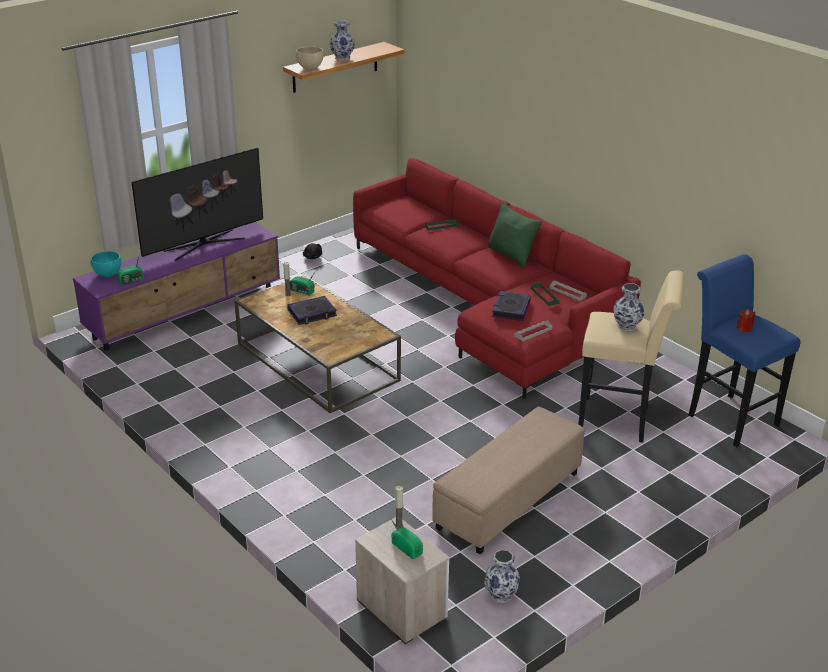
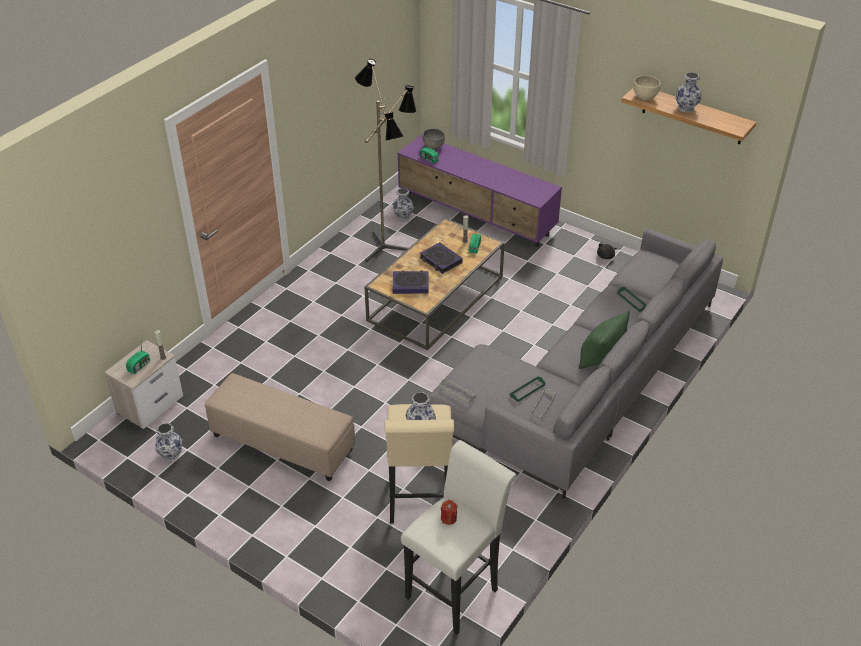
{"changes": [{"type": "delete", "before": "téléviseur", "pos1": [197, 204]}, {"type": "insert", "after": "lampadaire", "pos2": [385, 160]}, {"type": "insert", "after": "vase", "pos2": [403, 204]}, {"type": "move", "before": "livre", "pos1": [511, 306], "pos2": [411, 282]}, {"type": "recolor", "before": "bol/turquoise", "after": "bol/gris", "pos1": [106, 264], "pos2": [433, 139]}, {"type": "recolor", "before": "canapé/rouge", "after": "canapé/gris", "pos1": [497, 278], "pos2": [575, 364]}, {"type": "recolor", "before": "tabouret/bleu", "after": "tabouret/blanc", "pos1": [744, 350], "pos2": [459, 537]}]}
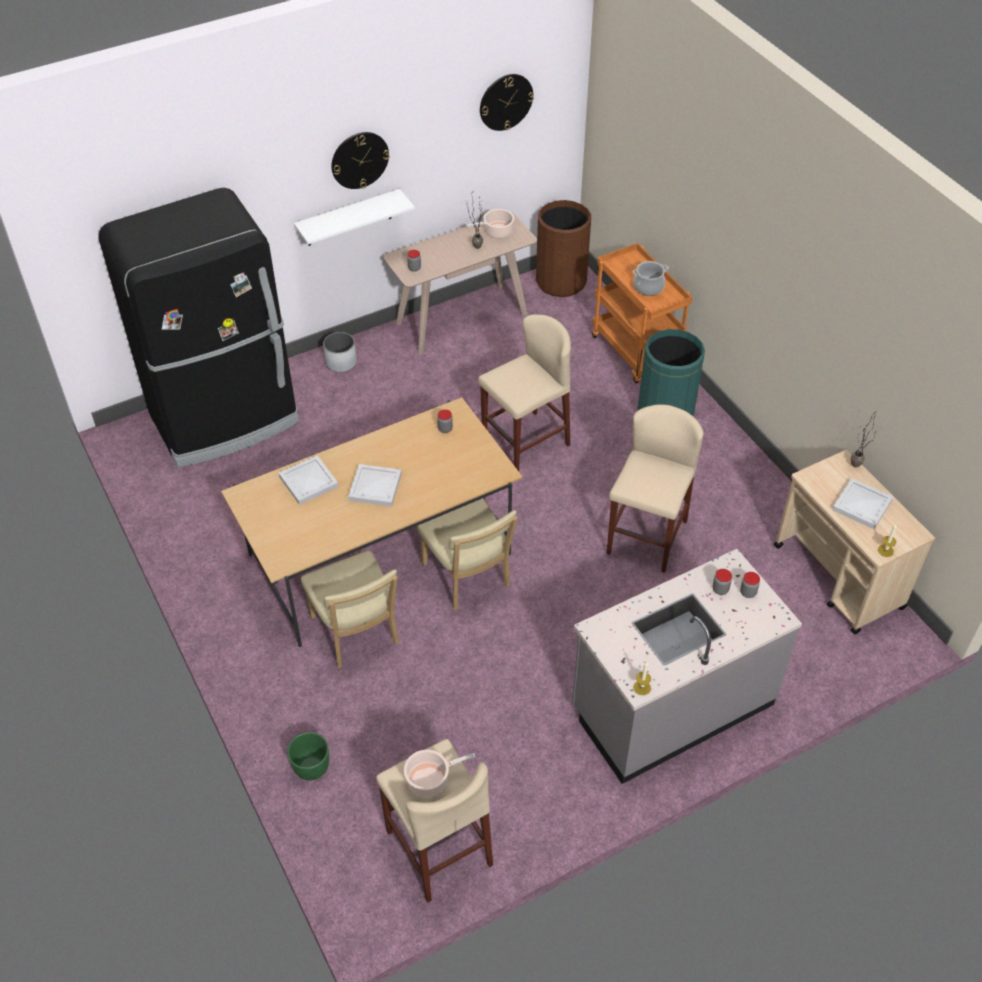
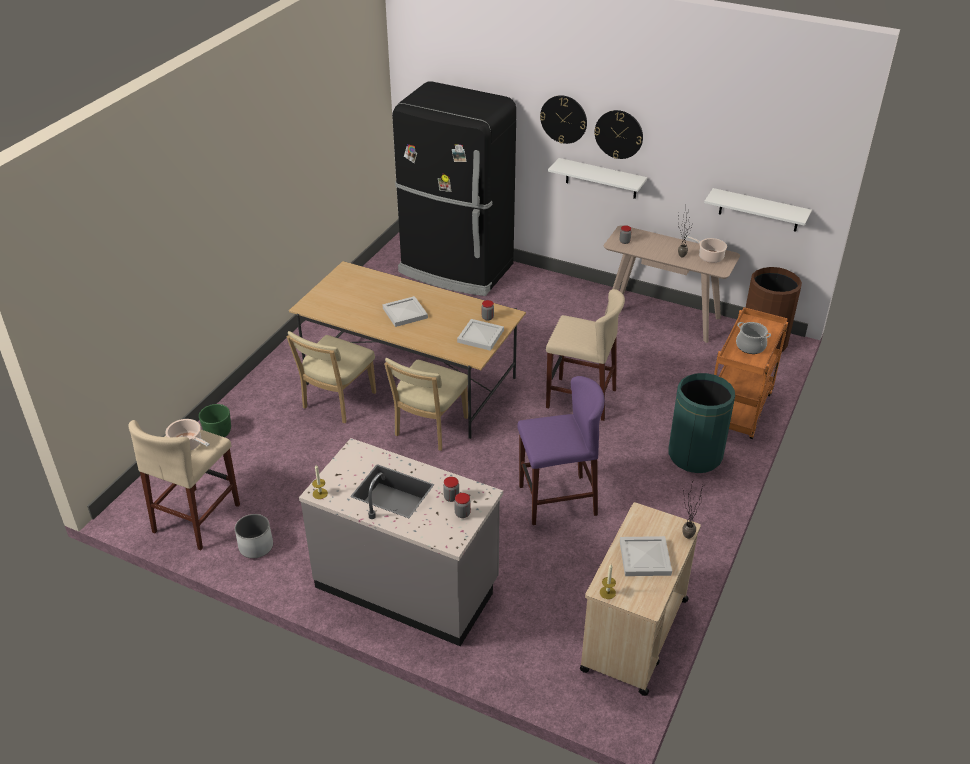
{"changes": [{"type": "insert", "after": "étagère/blanc", "pos2": [758, 210]}, {"type": "move", "before": "plateau/blanc", "pos1": [309, 480], "pos2": [480, 335]}, {"type": "move", "before": "cache-pot/blanc", "pos1": [340, 352], "pos2": [254, 536]}, {"type": "move", "before": "horloge murale", "pos1": [507, 102], "pos2": [563, 119]}, {"type": "recolor", "before": "tabouret/beige", "after": "tabouret/violet", "pos1": [655, 488], "pos2": [561, 450]}]}
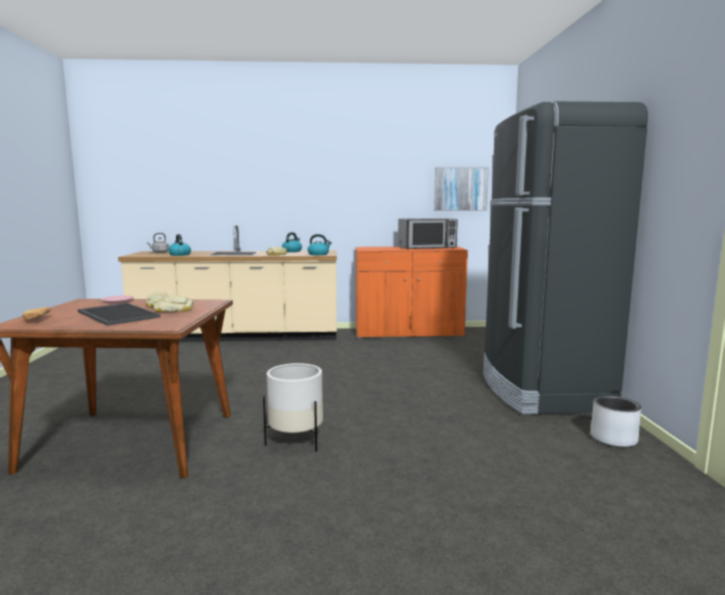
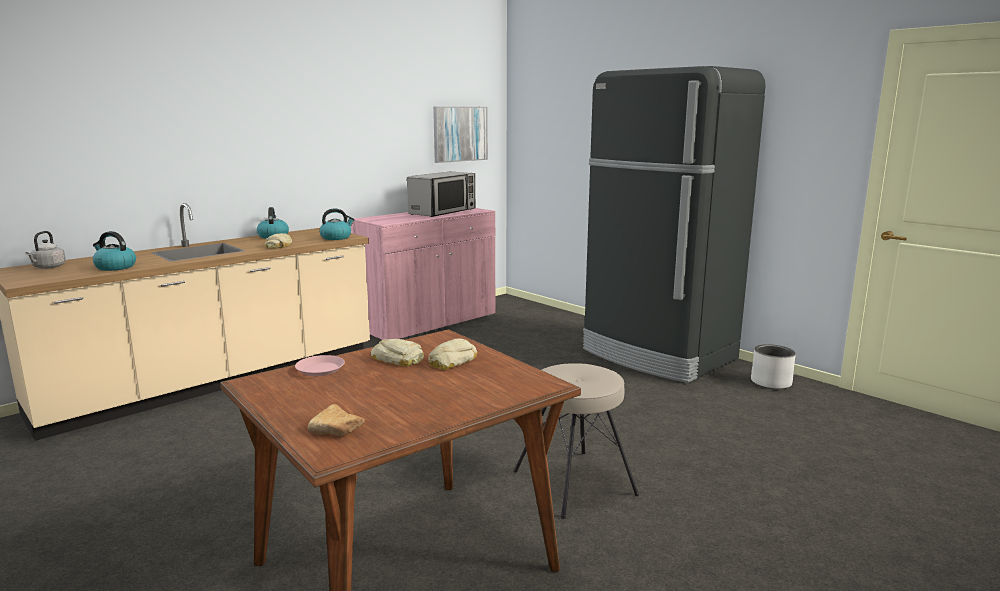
{"changes": [{"type": "delete", "before": "plateau", "pos1": [119, 314]}, {"type": "replace", "before": "cache-pot/blanc", "after": "tabouret/beige", "pos1": [293, 407], "pos2": [576, 441]}, {"type": "recolor", "before": "meuble de rangement/orange", "after": "meuble de rangement/rose", "pos1": [412, 292], "pos2": [423, 274]}]}
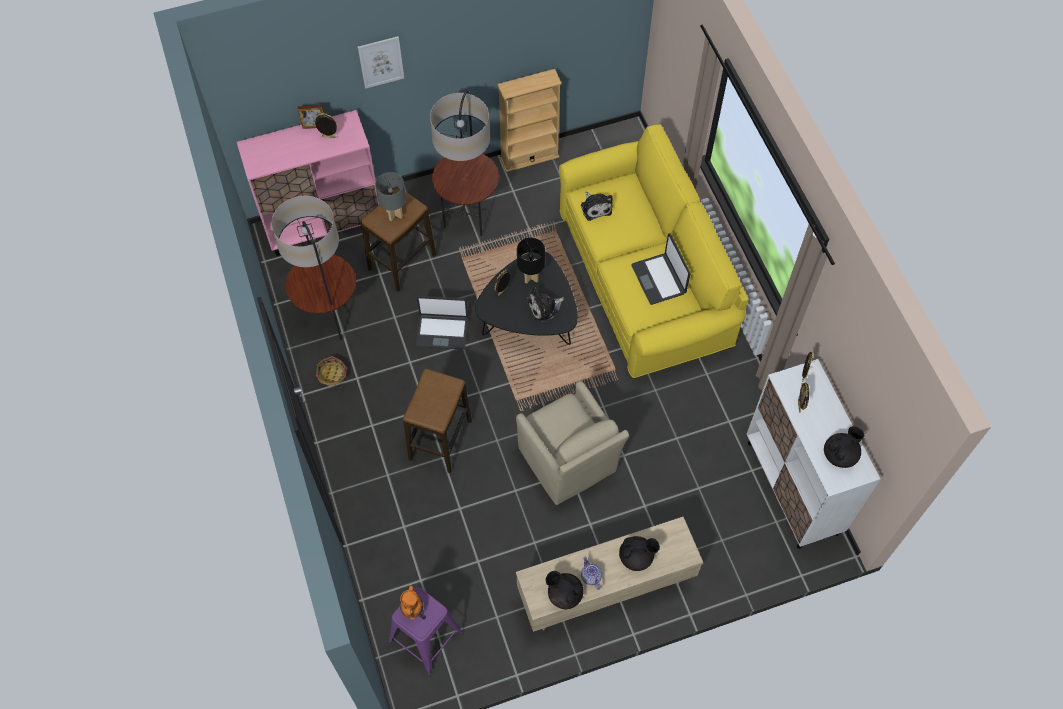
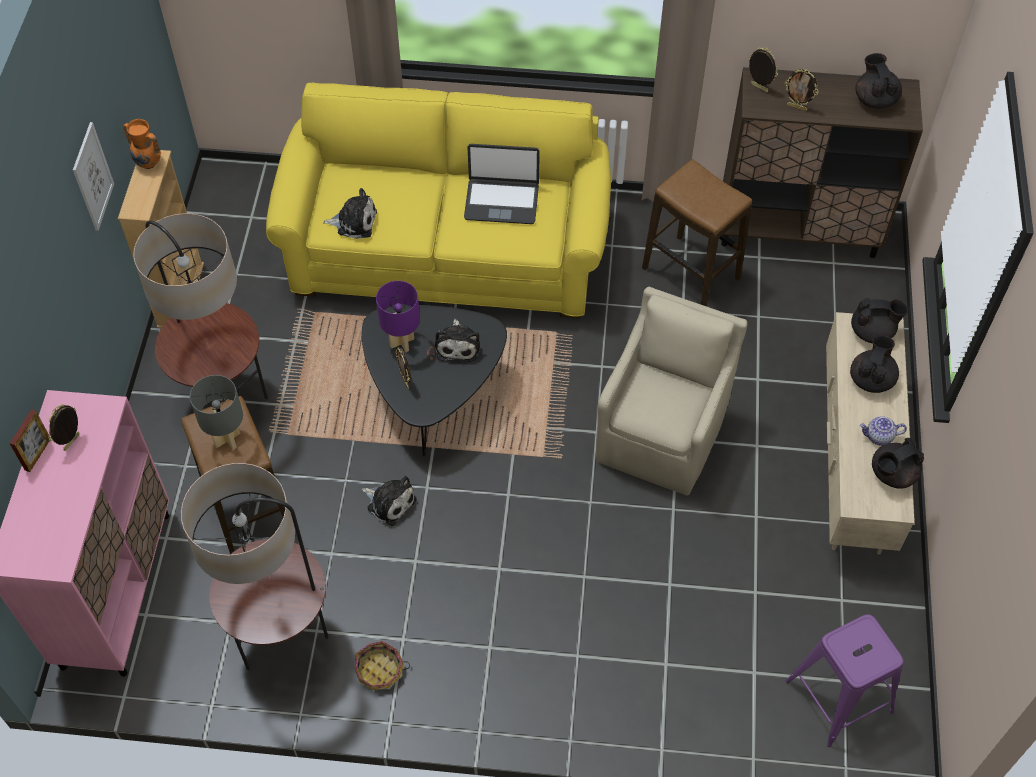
{"changes": [{"type": "insert", "after": "théière/noir", "pos2": [879, 320]}, {"type": "move", "before": "tableau", "pos1": [381, 62], "pos2": [93, 176]}, {"type": "move", "before": "vase/orange", "pos1": [411, 602], "pos2": [142, 144]}, {"type": "move", "before": "tabouret", "pos1": [437, 421], "pos2": [697, 232]}, {"type": "replace", "before": "ordinateur portable", "after": "peluche", "pos1": [442, 322], "pos2": [389, 501]}, {"type": "recolor", "before": "lampe de table/noir", "after": "lampe de table/violet", "pos1": [531, 261], "pos2": [398, 316]}, {"type": "recolor", "before": "meuble de rangement/blanc", "after": "meuble de rangement/marron", "pos1": [813, 454], "pos2": [822, 162]}, {"type": "rotate", "before": "fauteuil/beige", "pos1": [572, 443], "pos2": [671, 391], "turn": -60}]}
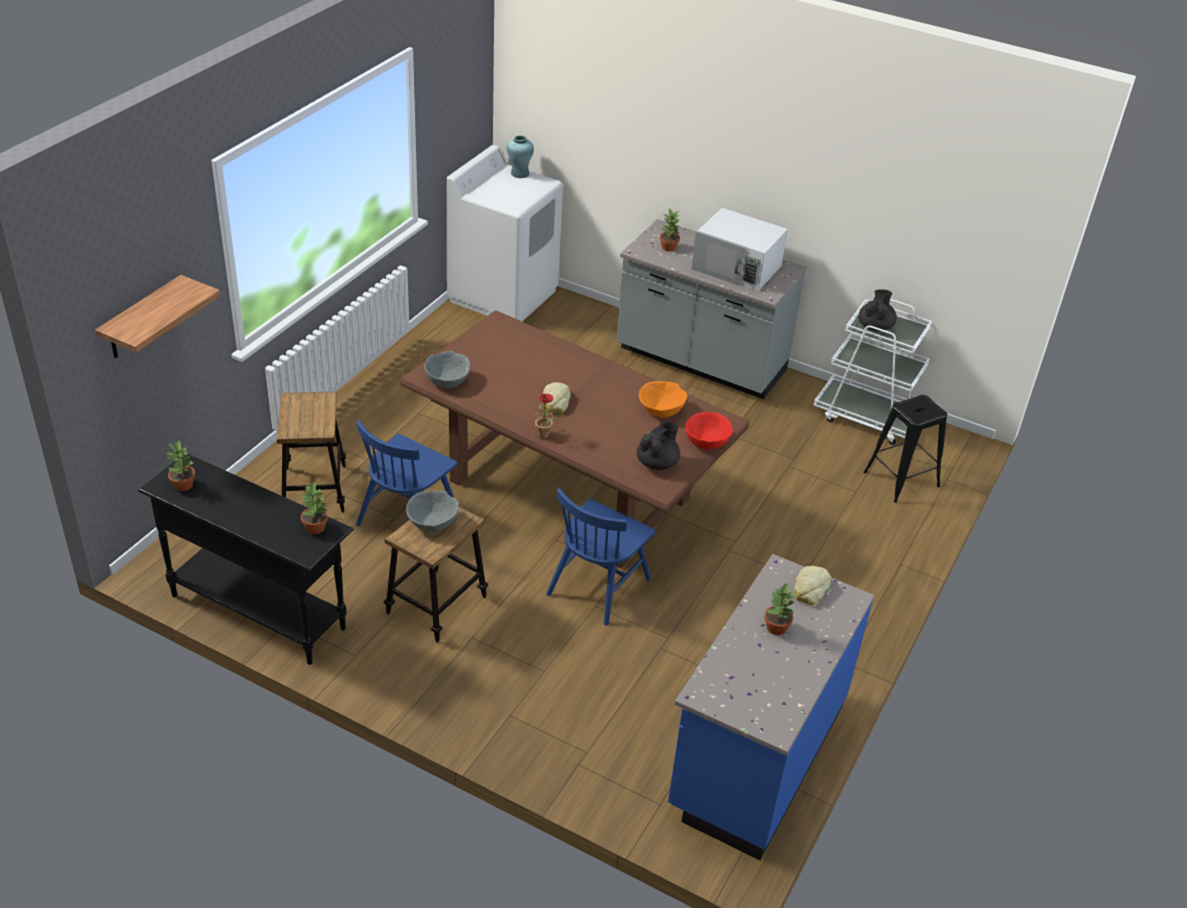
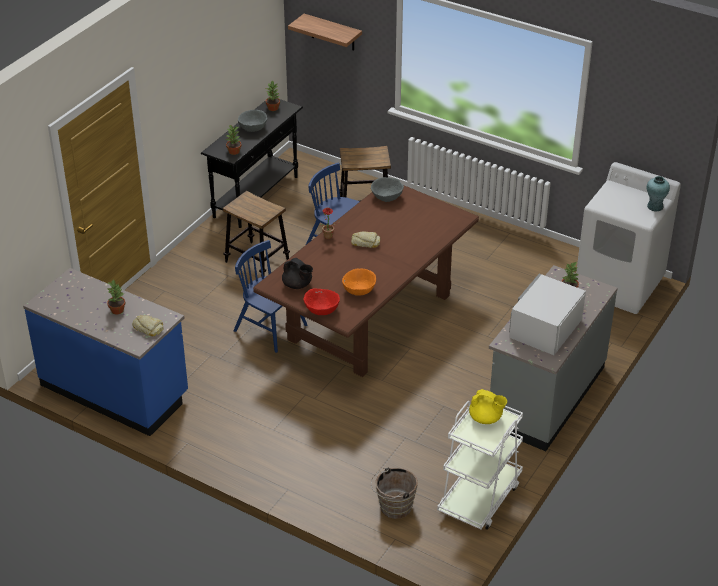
{"changes": [{"type": "move", "before": "bol/gris", "pos1": [432, 511], "pos2": [252, 121]}, {"type": "replace", "before": "tabouret/noir", "after": "seau/marron", "pos1": [905, 449], "pos2": [394, 493]}, {"type": "recolor", "before": "théière/noir", "after": "théière/jaune", "pos1": [877, 310], "pos2": [488, 406]}]}
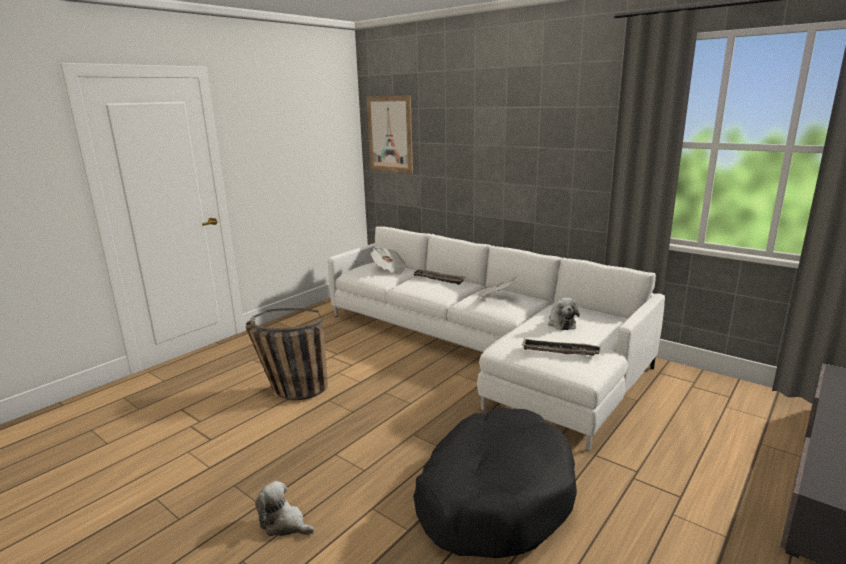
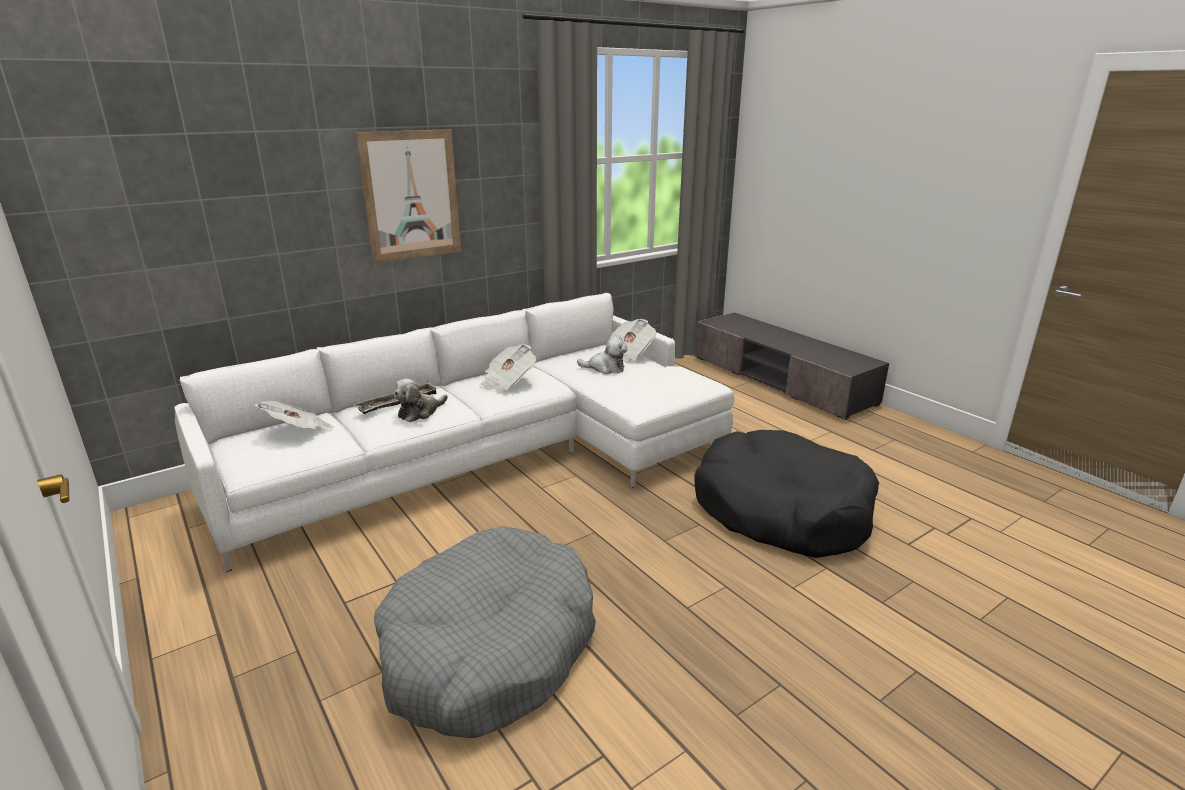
{"changes": [{"type": "delete", "before": "plateau", "pos1": [561, 347]}, {"type": "insert", "after": "journal", "pos2": [633, 339]}, {"type": "move", "before": "peluche", "pos1": [284, 508], "pos2": [421, 400]}, {"type": "move", "before": "tableau", "pos1": [390, 134], "pos2": [408, 196]}, {"type": "replace", "before": "panier", "after": "panier pour chien/gris", "pos1": [286, 354], "pos2": [485, 632]}]}
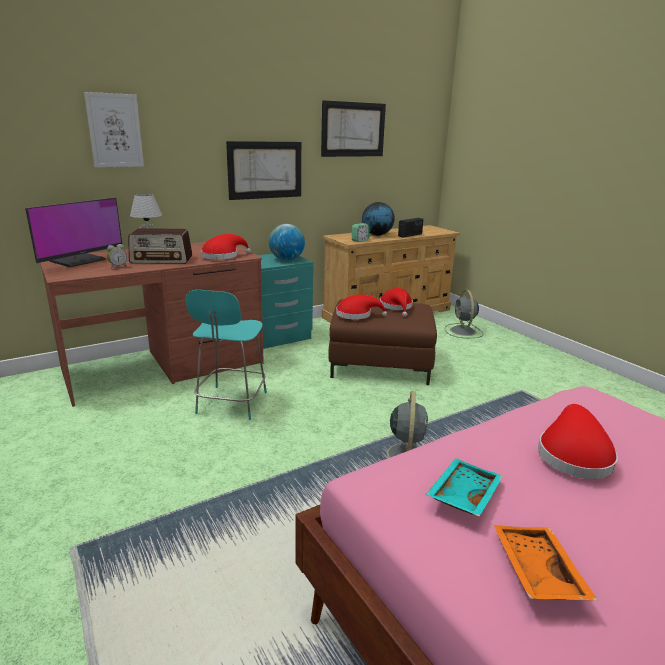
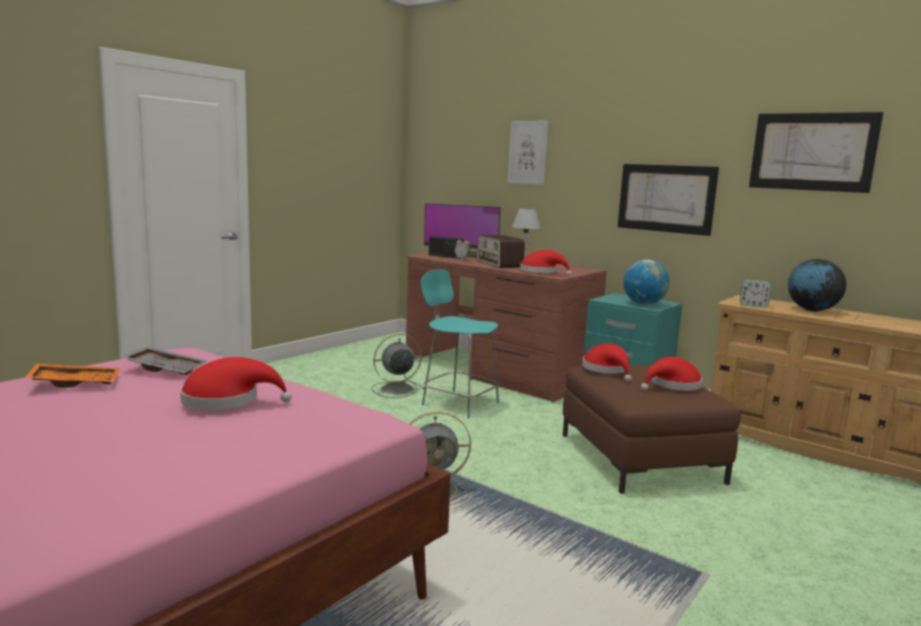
{"changes": [{"type": "move", "before": "radio", "pos1": [410, 228], "pos2": [446, 247]}, {"type": "move", "before": "ventilateur/gris", "pos1": [464, 314], "pos2": [398, 366]}, {"type": "recolor", "before": "plateau/turquoise", "after": "plateau/gris", "pos1": [464, 487], "pos2": [165, 360]}, {"type": "rotate", "before": "chaise/turquoise", "pos1": [226, 355], "pos2": [460, 343], "turn": 45}]}
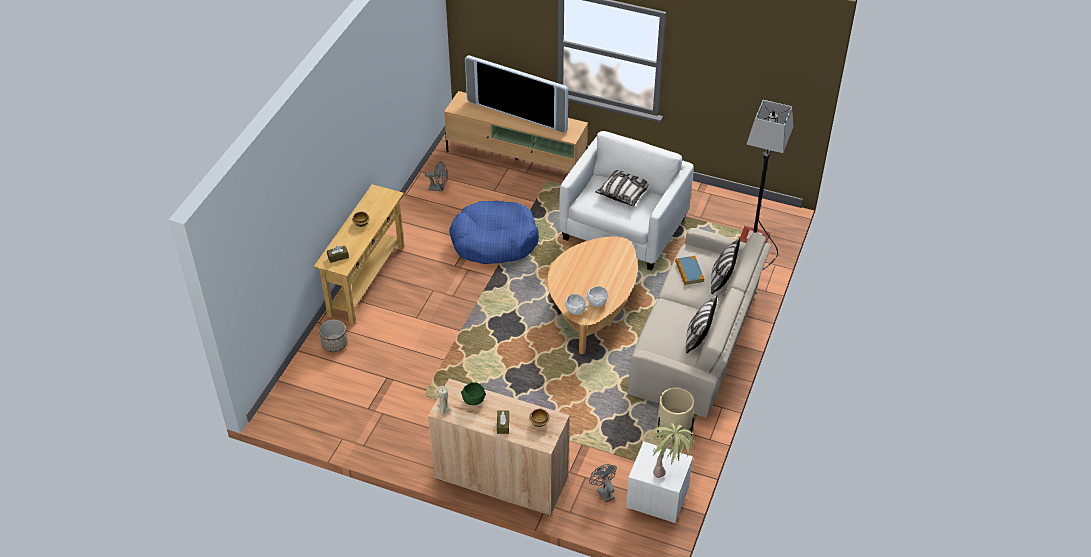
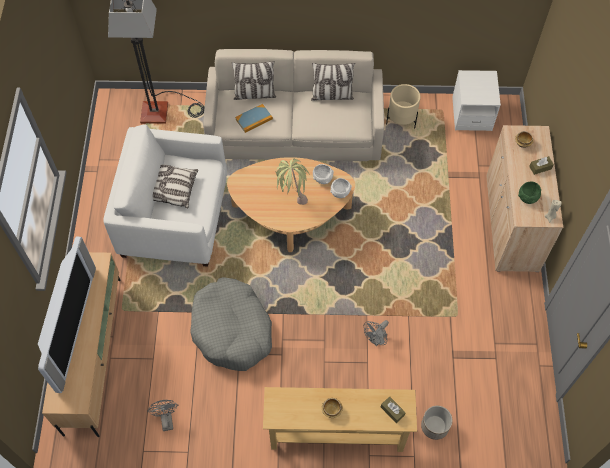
{"changes": [{"type": "move", "before": "ventilateur/gris", "pos1": [603, 483], "pos2": [376, 333]}, {"type": "move", "before": "plante en pot", "pos1": [673, 450], "pos2": [293, 182]}, {"type": "recolor", "before": "panier pour chien/bleu", "after": "panier pour chien/gris", "pos1": [494, 232], "pos2": [231, 324]}]}
